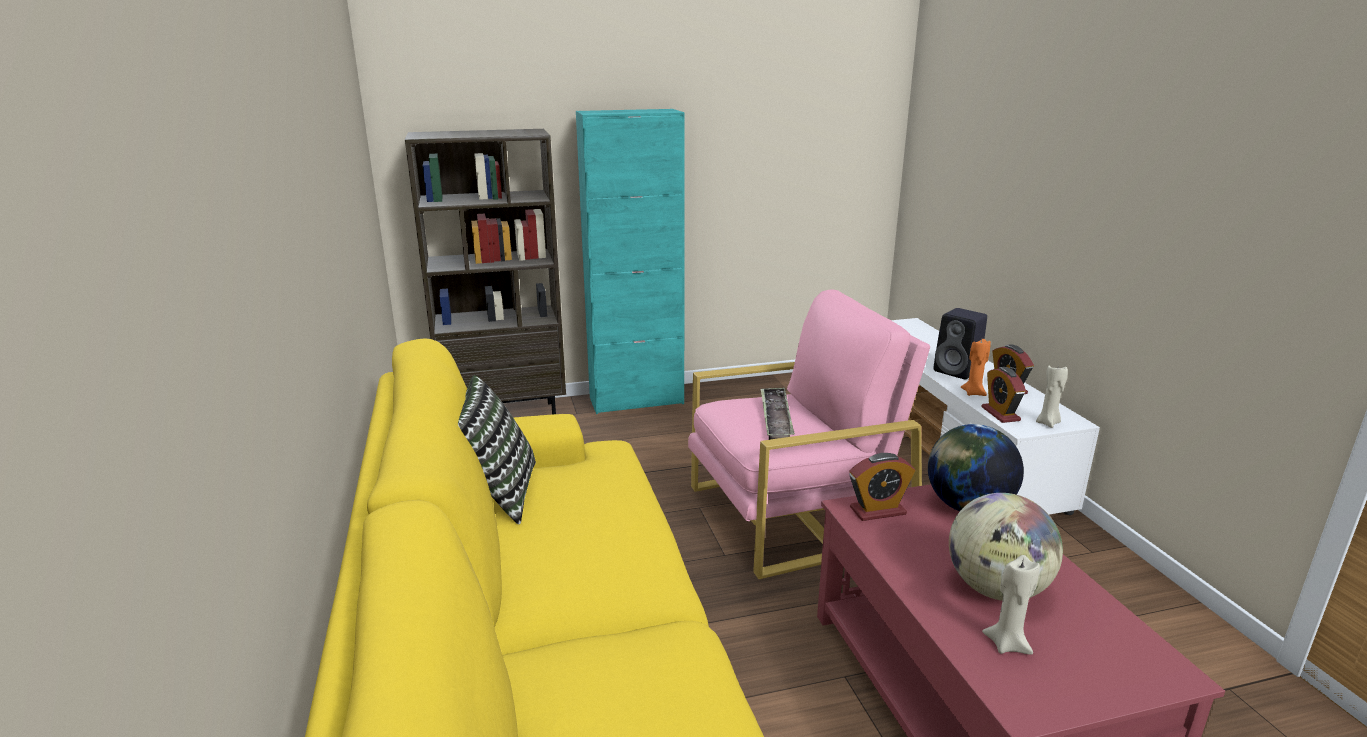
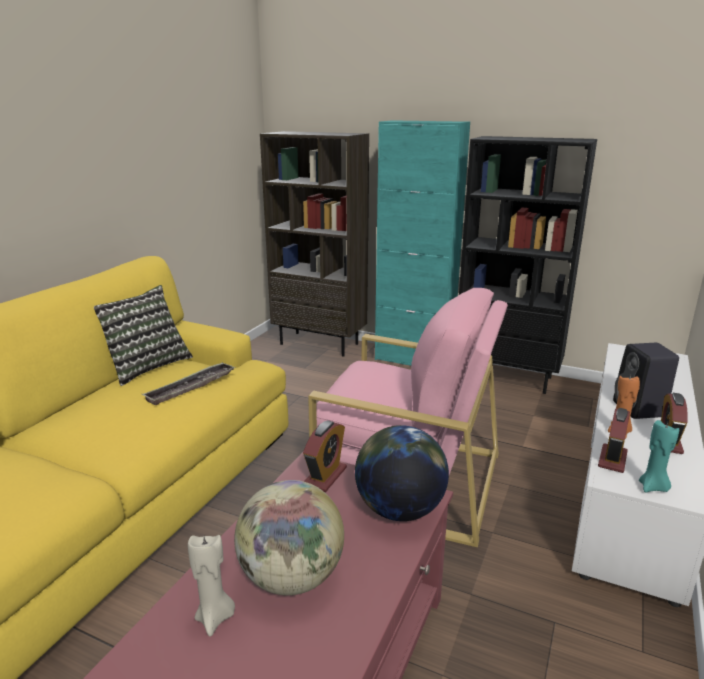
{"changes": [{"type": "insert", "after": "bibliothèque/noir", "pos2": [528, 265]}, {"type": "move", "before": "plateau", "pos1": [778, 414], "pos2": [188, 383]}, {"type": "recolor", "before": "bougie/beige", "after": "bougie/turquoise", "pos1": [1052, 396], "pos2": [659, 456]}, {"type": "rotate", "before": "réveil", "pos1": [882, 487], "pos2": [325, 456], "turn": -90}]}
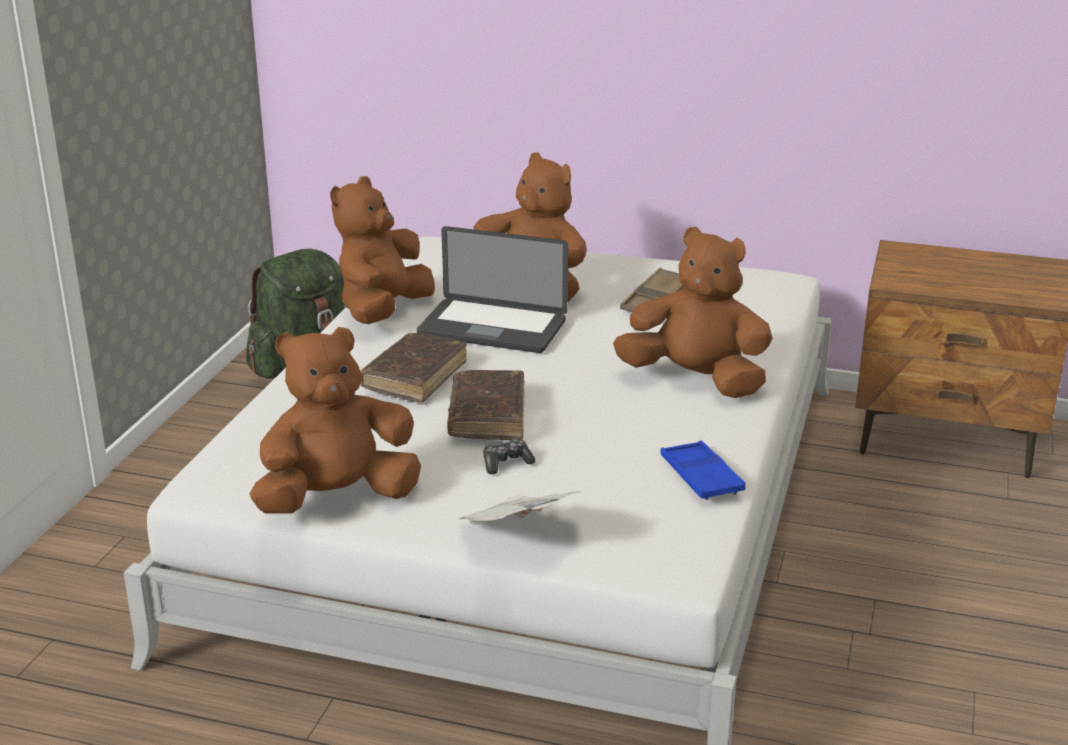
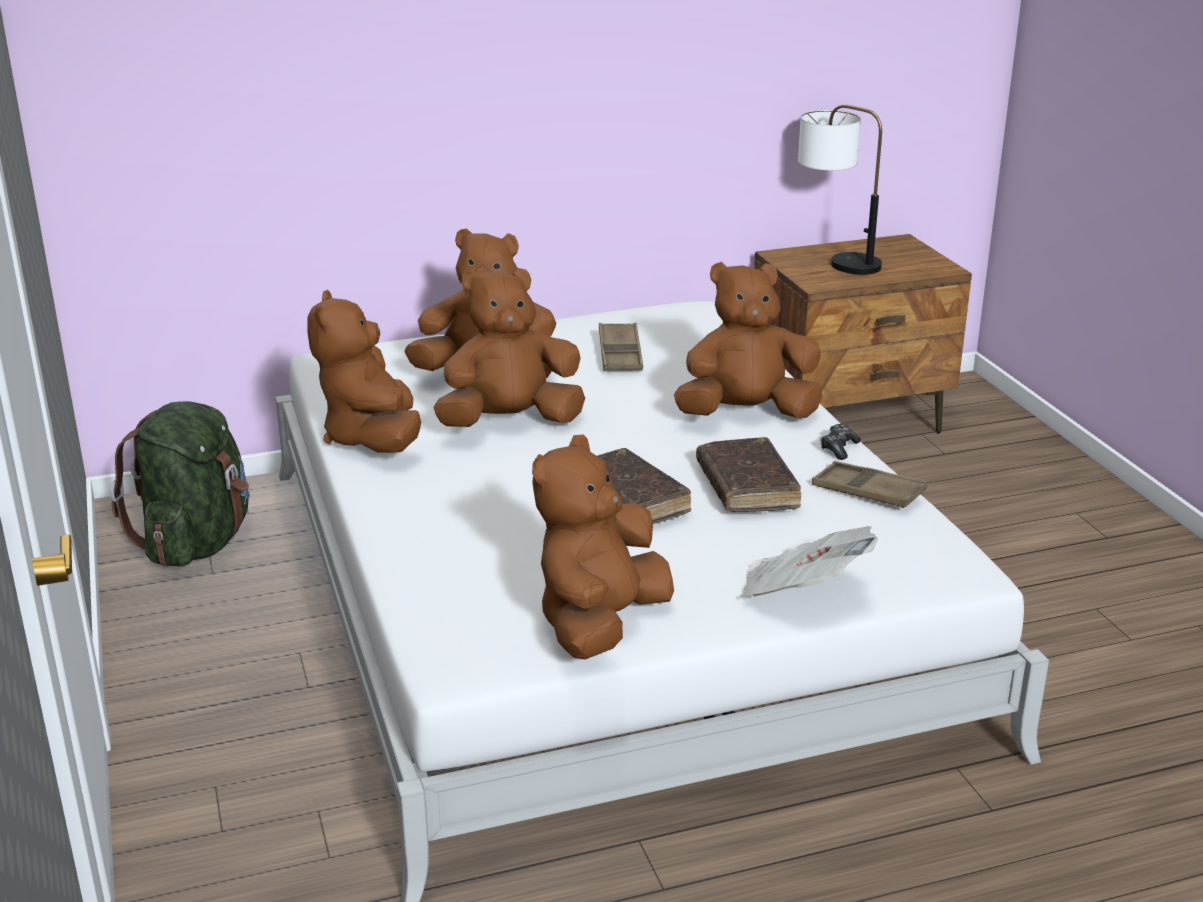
{"changes": [{"type": "insert", "after": "lampe de table", "pos2": [840, 189]}, {"type": "move", "before": "livre/marron", "pos1": [413, 367], "pos2": [748, 474]}, {"type": "move", "before": "manette", "pos1": [510, 456], "pos2": [840, 442]}, {"type": "replace", "before": "ordinateur portable", "after": "peluche/marron", "pos1": [492, 289], "pos2": [509, 347]}, {"type": "recolor", "before": "plateau/bleu", "after": "plateau/marron", "pos1": [703, 470], "pos2": [869, 484]}]}
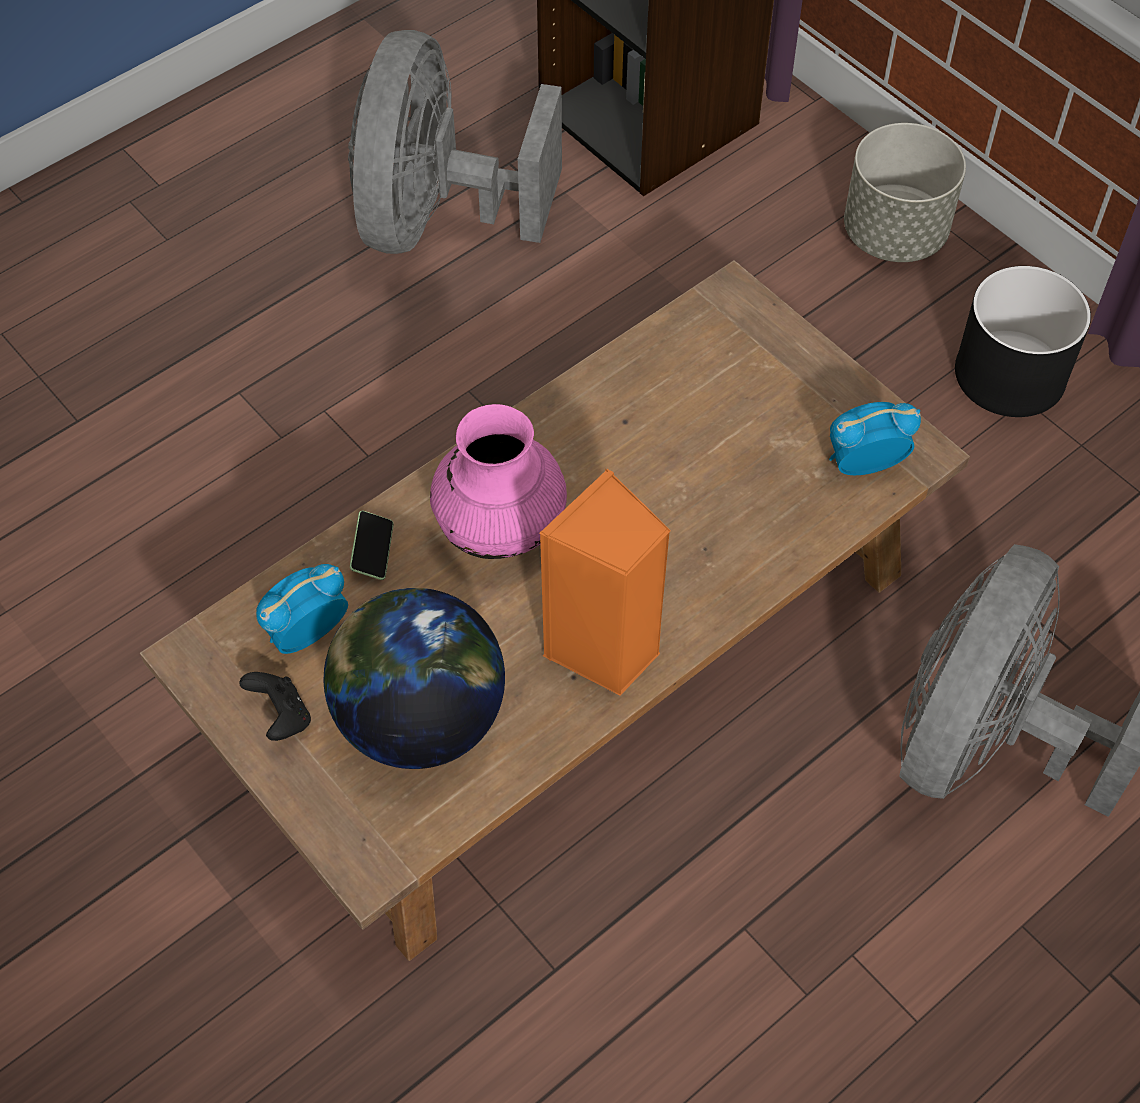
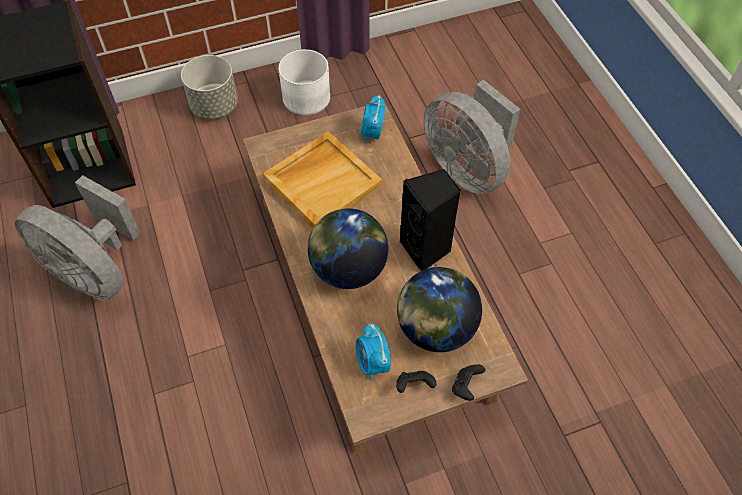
{"changes": [{"type": "delete", "before": "téléphone", "pos1": [372, 545]}, {"type": "insert", "after": "plateau/beige", "pos2": [322, 180]}, {"type": "insert", "after": "manette/noir", "pos2": [468, 382]}, {"type": "replace", "before": "vase/rose", "after": "globe", "pos1": [498, 481], "pos2": [348, 248]}, {"type": "recolor", "before": "enceinte/orange", "after": "enceinte/noir", "pos1": [605, 582], "pos2": [430, 220]}, {"type": "recolor", "before": "cache-pot/noir", "after": "cache-pot/blanc", "pos1": [1023, 341], "pos2": [304, 82]}]}
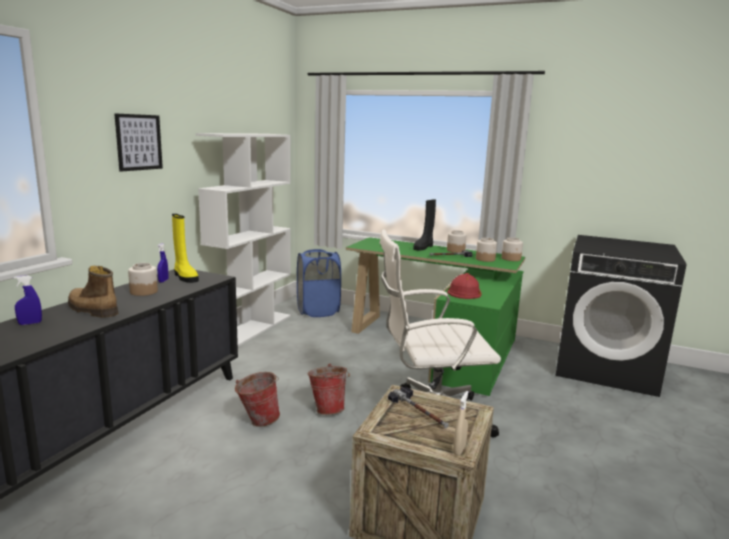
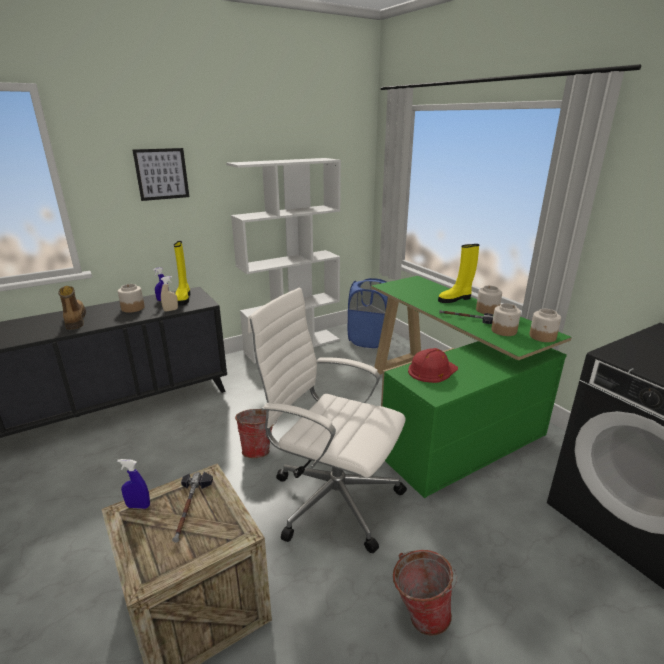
{"changes": [{"type": "move", "before": "vaporisateur/bleu", "pos1": [28, 300], "pos2": [133, 484]}, {"type": "move", "before": "seau", "pos1": [257, 399], "pos2": [425, 593]}, {"type": "move", "before": "vaporisateur/beige", "pos1": [461, 423], "pos2": [169, 294]}, {"type": "recolor", "before": "botte/noir", "after": "botte/jaune", "pos1": [424, 225], "pos2": [458, 273]}]}
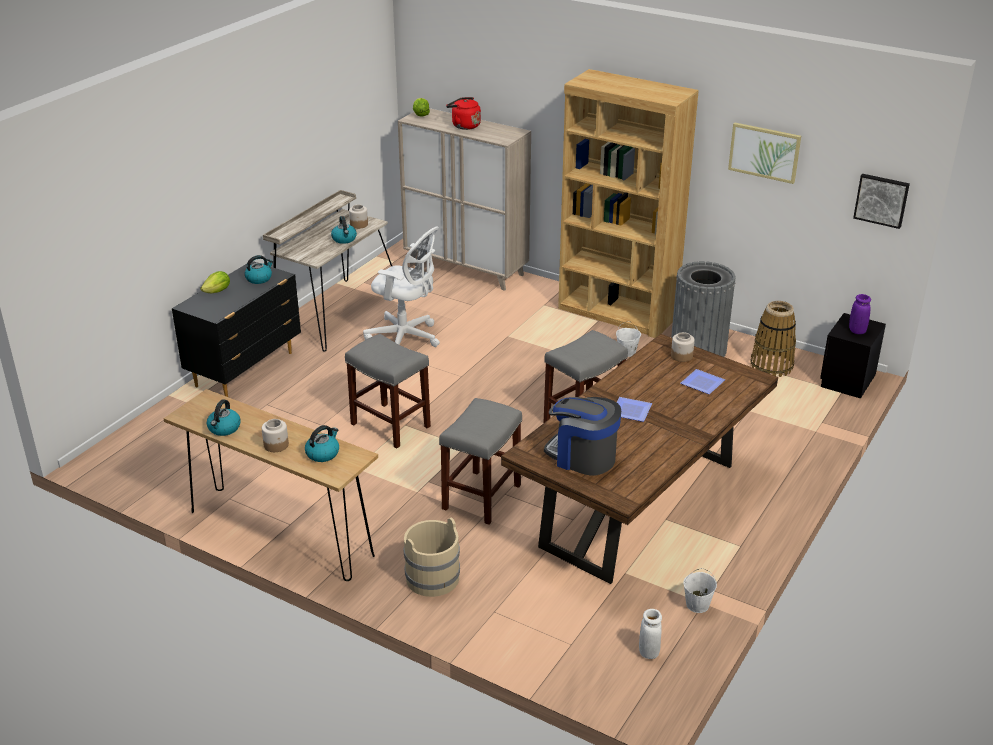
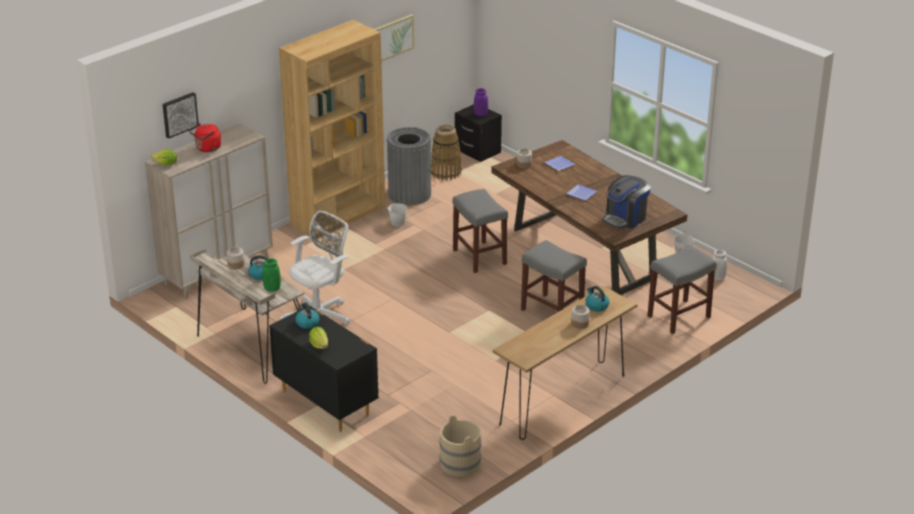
{"changes": [{"type": "delete", "before": "bouilloire", "pos1": [224, 417]}, {"type": "insert", "after": "vase/vert", "pos2": [272, 275]}, {"type": "move", "before": "tabouret/gris", "pos1": [388, 391], "pos2": [681, 290]}, {"type": "move", "before": "seau/beige", "pos1": [432, 557], "pos2": [460, 445]}, {"type": "move", "before": "tableau", "pos1": [881, 201], "pos2": [181, 115]}]}
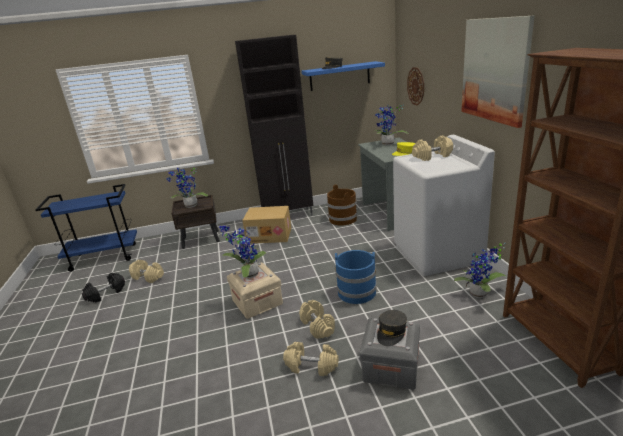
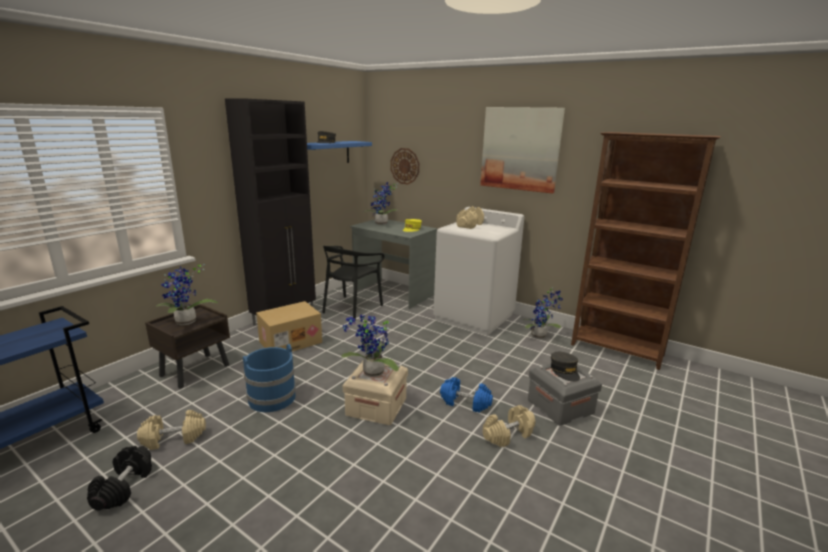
{"changes": [{"type": "move", "before": "seau/bleu", "pos1": [356, 277], "pos2": [269, 378]}, {"type": "replace", "before": "seau/marron", "after": "chaise/noir", "pos1": [342, 205], "pos2": [353, 283]}, {"type": "recolor", "before": "haltère/beige", "after": "haltère/bleu", "pos1": [317, 319], "pos2": [466, 395]}]}
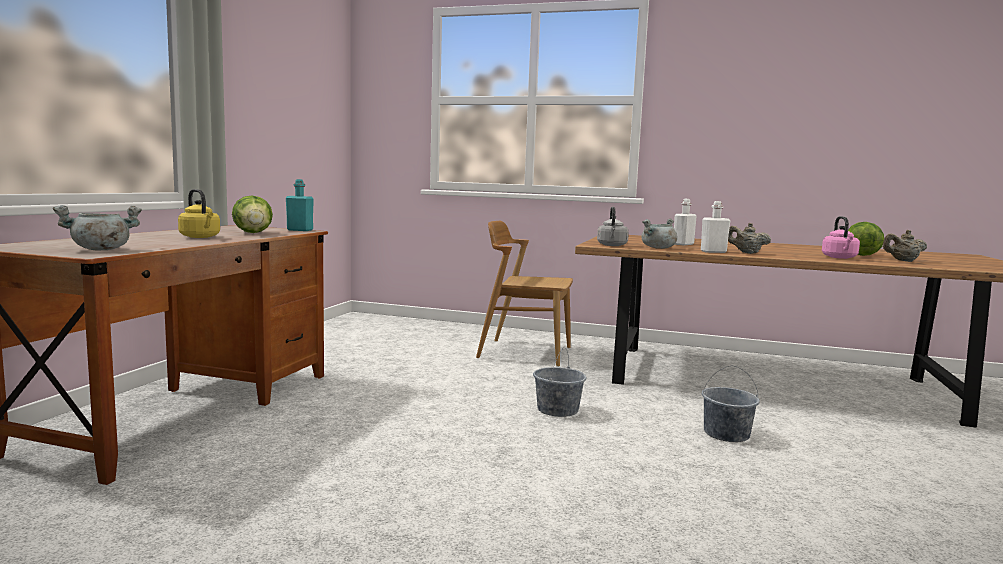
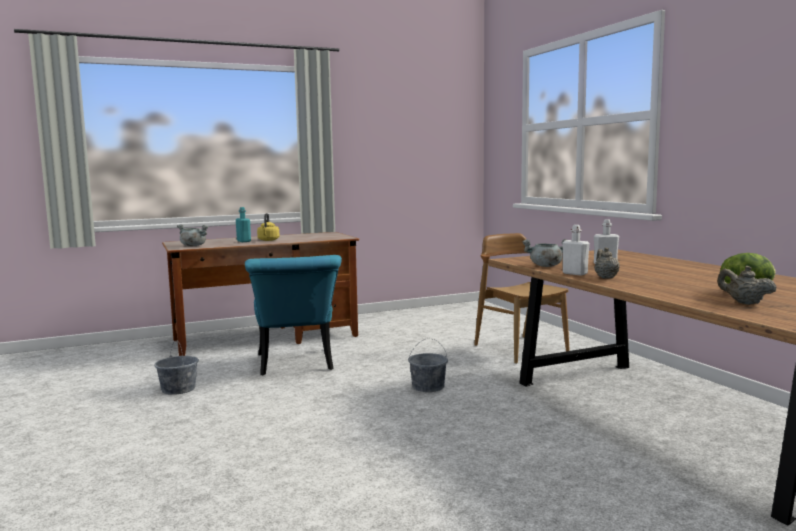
{"changes": [{"type": "delete", "before": "laitue", "pos1": [252, 214]}, {"type": "delete", "before": "bouilloire/gris", "pos1": [613, 226]}, {"type": "delete", "before": "bouilloire/rose", "pos1": [841, 237]}, {"type": "insert", "after": "chaise/turquoise", "pos2": [293, 315]}, {"type": "move", "before": "bouteille/turquoise", "pos1": [300, 205], "pos2": [243, 224]}, {"type": "move", "before": "seau/gris", "pos1": [731, 403], "pos2": [176, 367]}]}
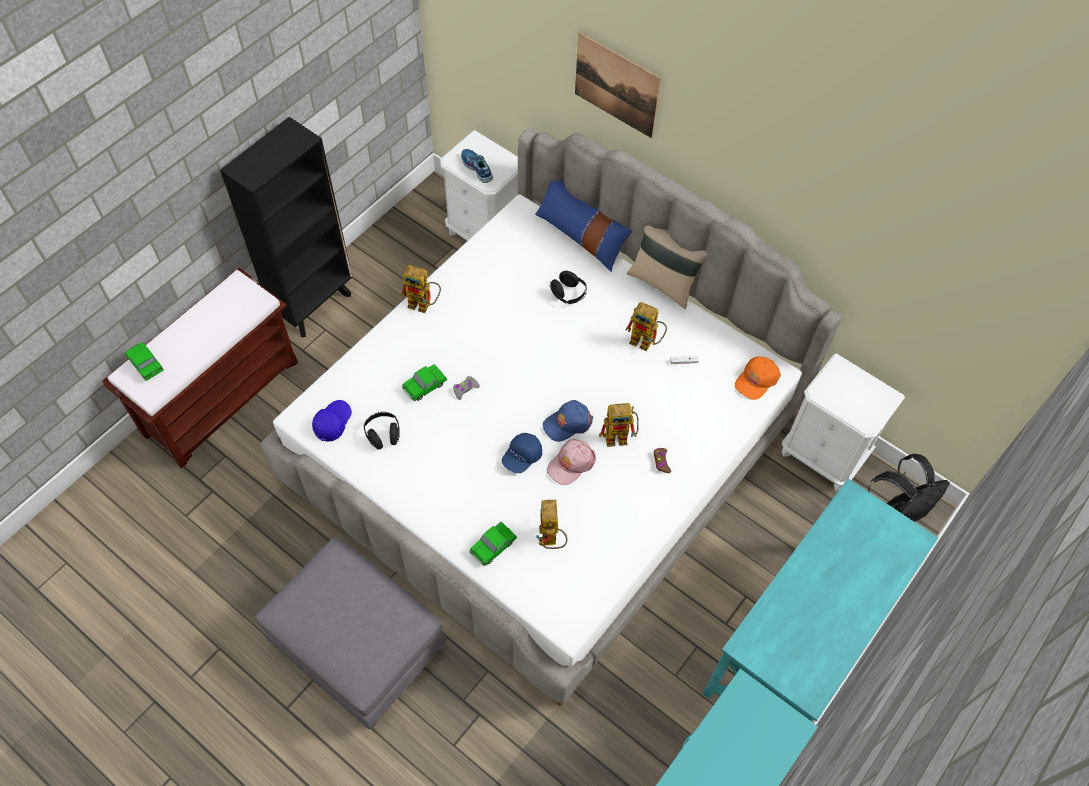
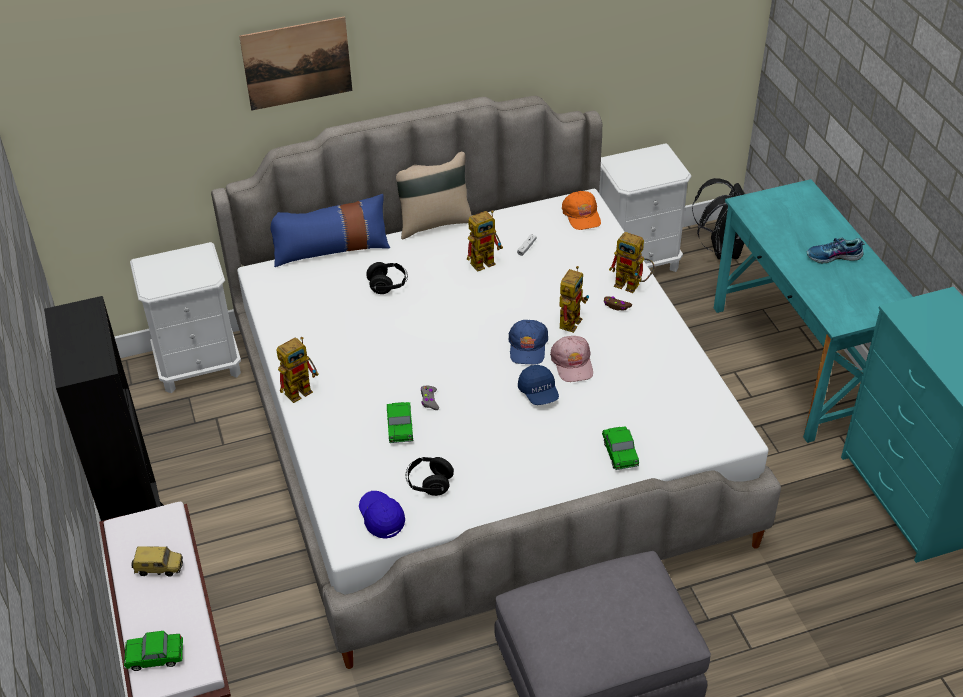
{"changes": [{"type": "insert", "after": "petite voiture", "pos2": [157, 561]}, {"type": "move", "before": "chaussure", "pos1": [477, 166], "pos2": [836, 250]}, {"type": "move", "before": "robot jouet", "pos1": [551, 524], "pos2": [631, 262]}]}
